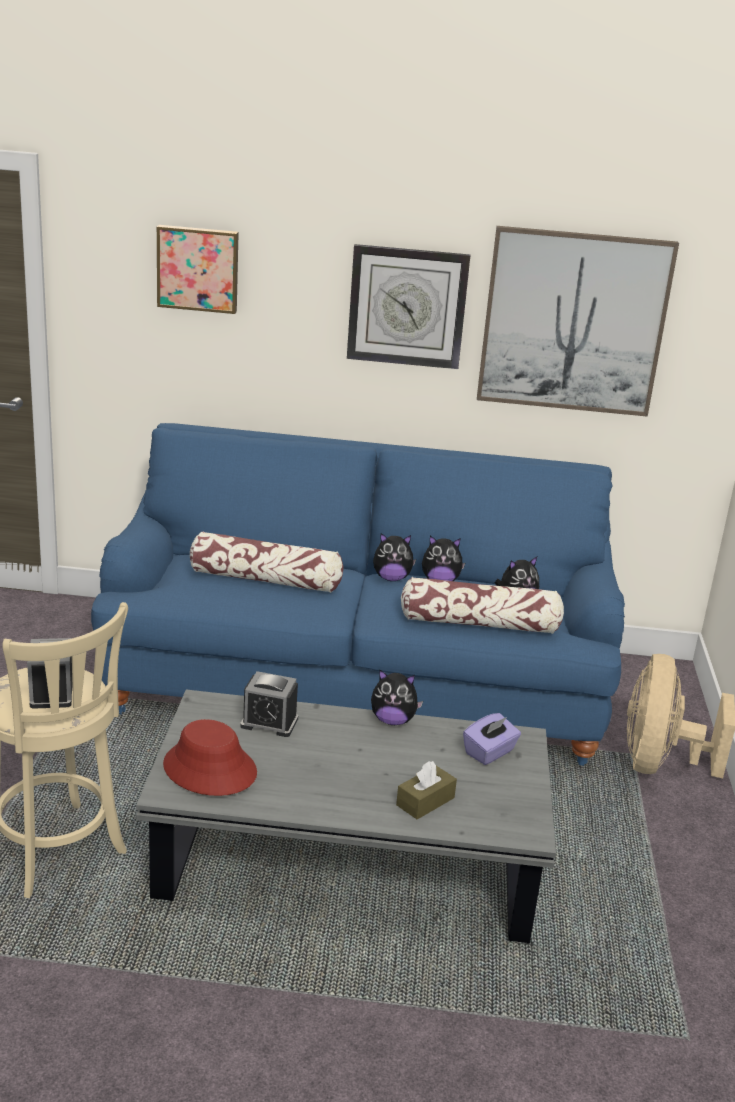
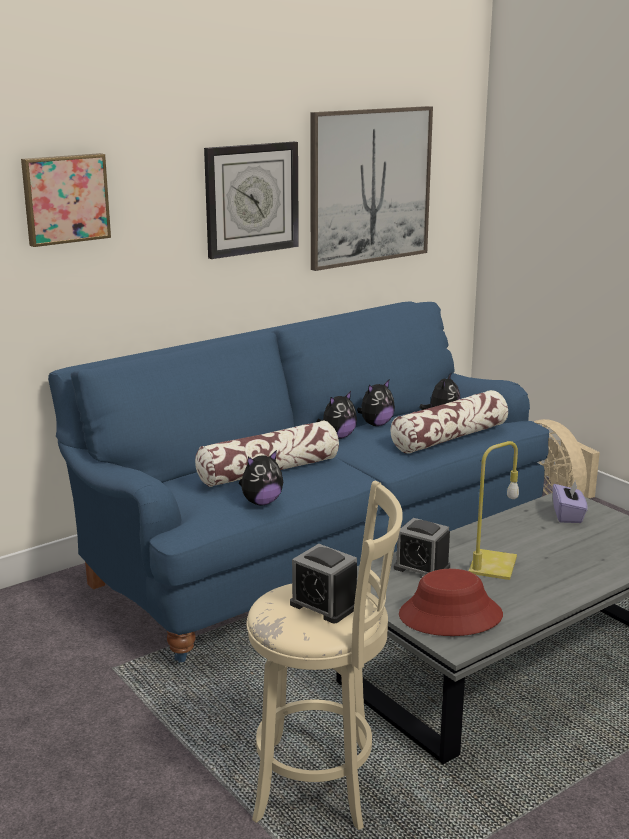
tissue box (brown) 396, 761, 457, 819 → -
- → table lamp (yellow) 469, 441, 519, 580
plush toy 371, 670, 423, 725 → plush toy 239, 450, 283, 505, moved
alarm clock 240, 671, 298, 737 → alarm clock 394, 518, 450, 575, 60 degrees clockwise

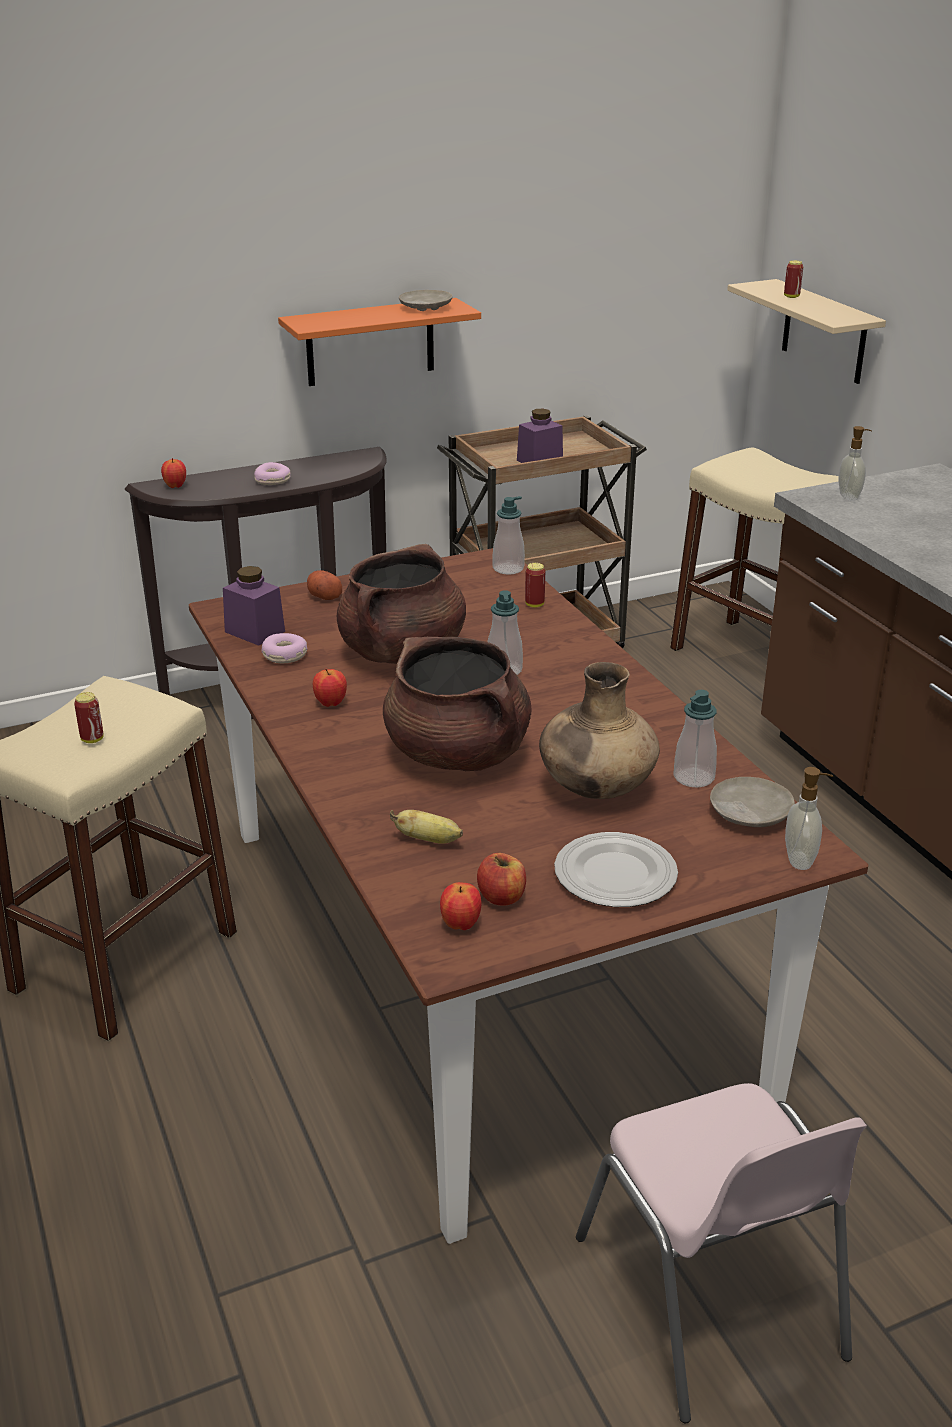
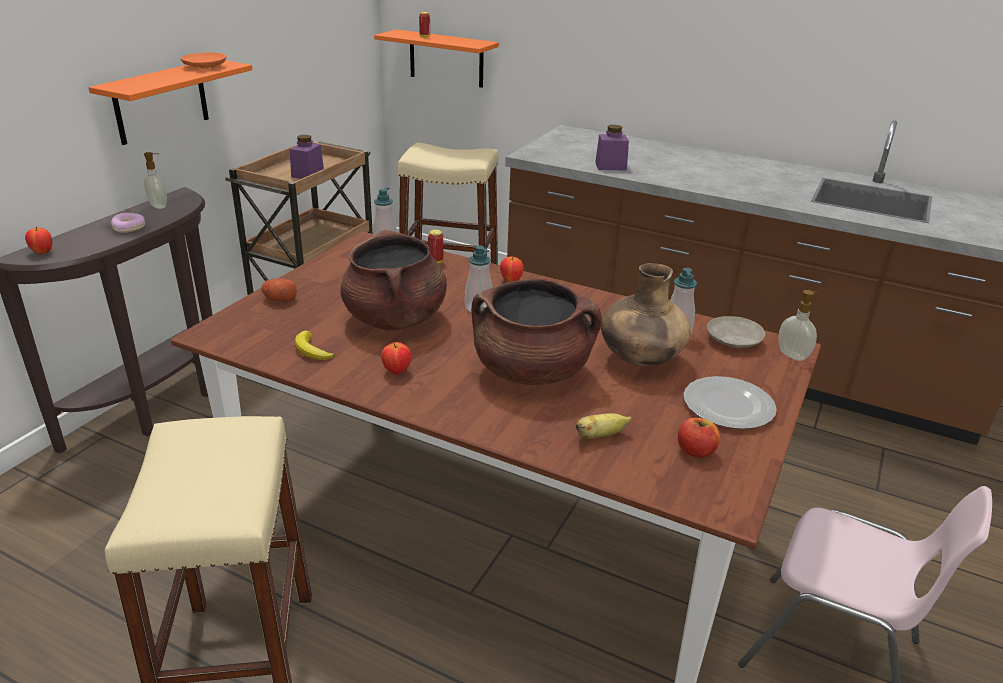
can 74, 692, 103, 743 → -
jar (purple) 223, 566, 285, 646 → jar (purple) 595, 125, 629, 171, moved
apple 440, 882, 481, 930 → apple 500, 256, 524, 282, moved
soap dispenser 838, 426, 872, 501 → soap dispenser 144, 152, 167, 209, moved
donut 262, 633, 307, 663 → banana 295, 331, 335, 360
plate (beige) 399, 290, 453, 311 → plate (orange) 181, 52, 227, 69
shelf (beige) 727, 279, 886, 384 → shelf (orange) 374, 29, 499, 88

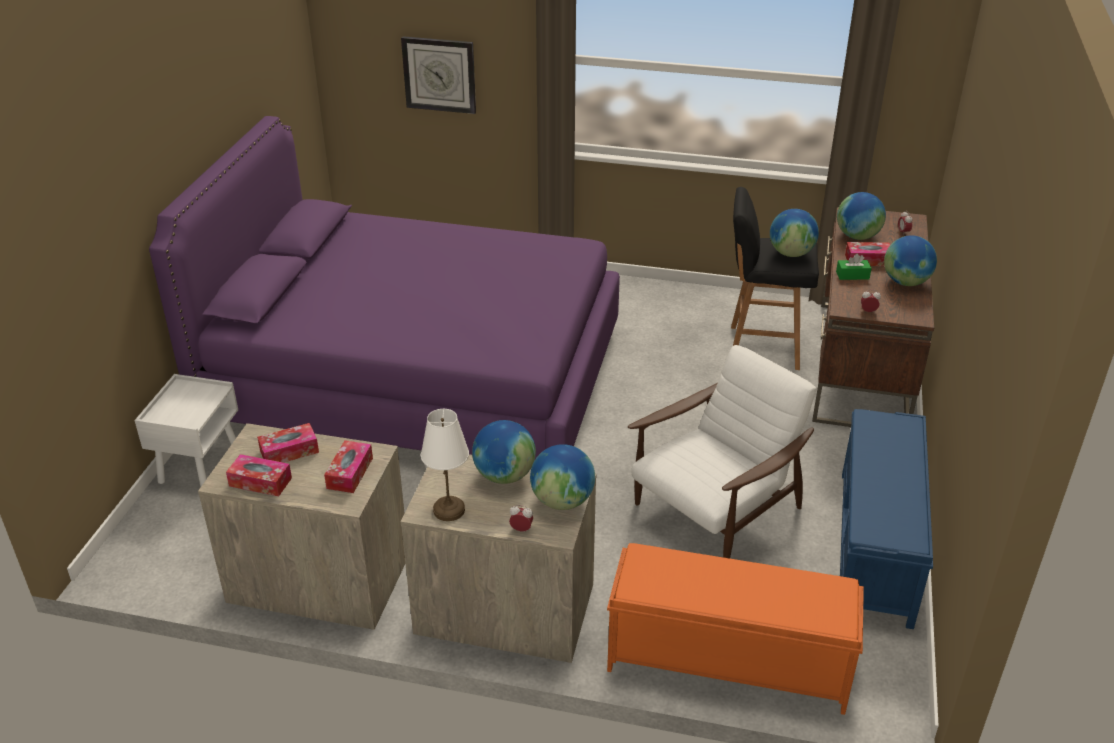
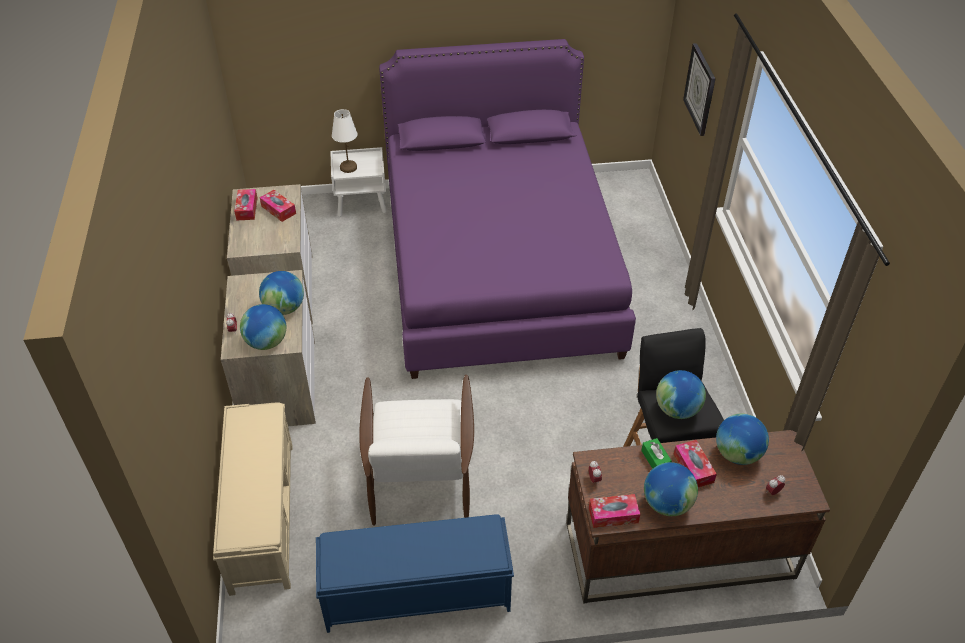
tissue box 324, 440, 373, 493 → tissue box 589, 494, 640, 528, moved
table lamp (white) 421, 409, 469, 521 → table lamp (white) 332, 109, 358, 173, moved
bench (orange) 607, 543, 864, 715 → bench (beige) 213, 402, 293, 596
armchair (white) 628, 345, 817, 558 → armchair (white) 359, 375, 474, 526, 60 degrees clockwise

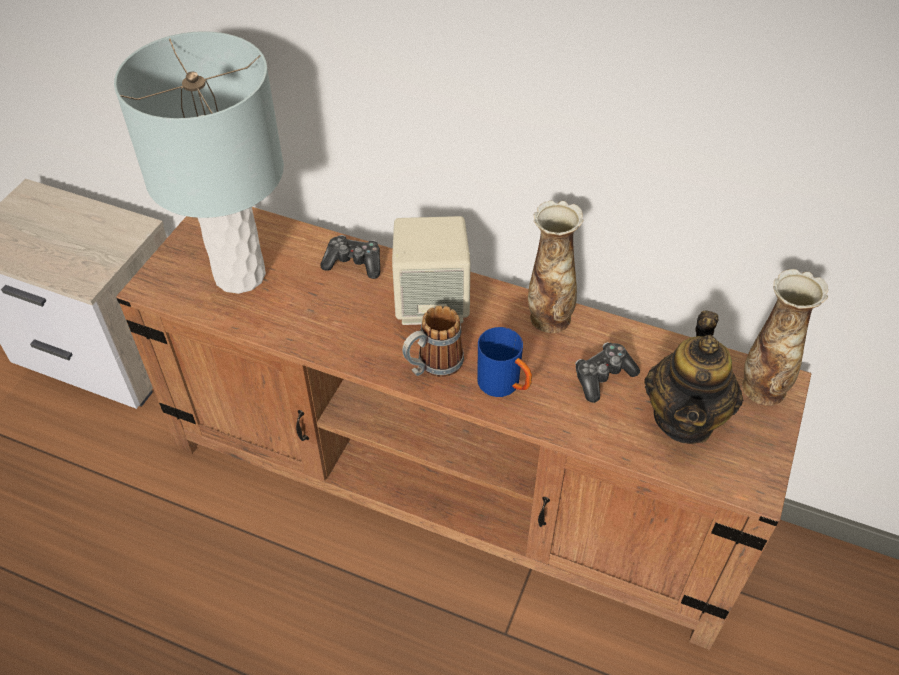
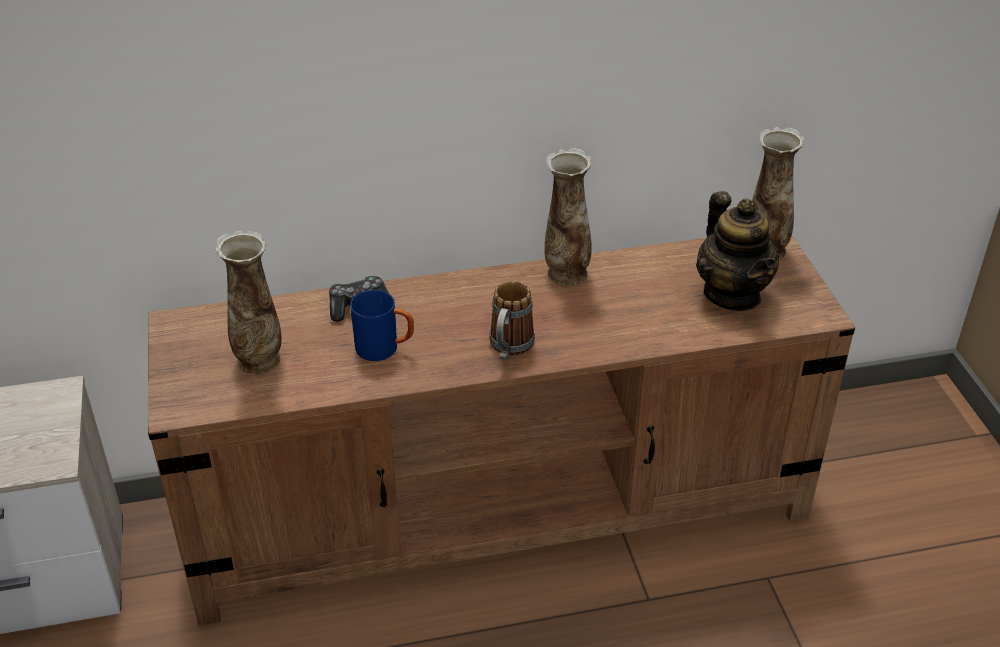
speaker (beige) 392, 216, 471, 325 → -
game controller 575, 342, 640, 403 → -
mug (blue) 477, 327, 532, 397 → mug (blue) 350, 290, 414, 361, moved
table lamp (grey) 114, 31, 284, 294 → vase 215, 231, 282, 375

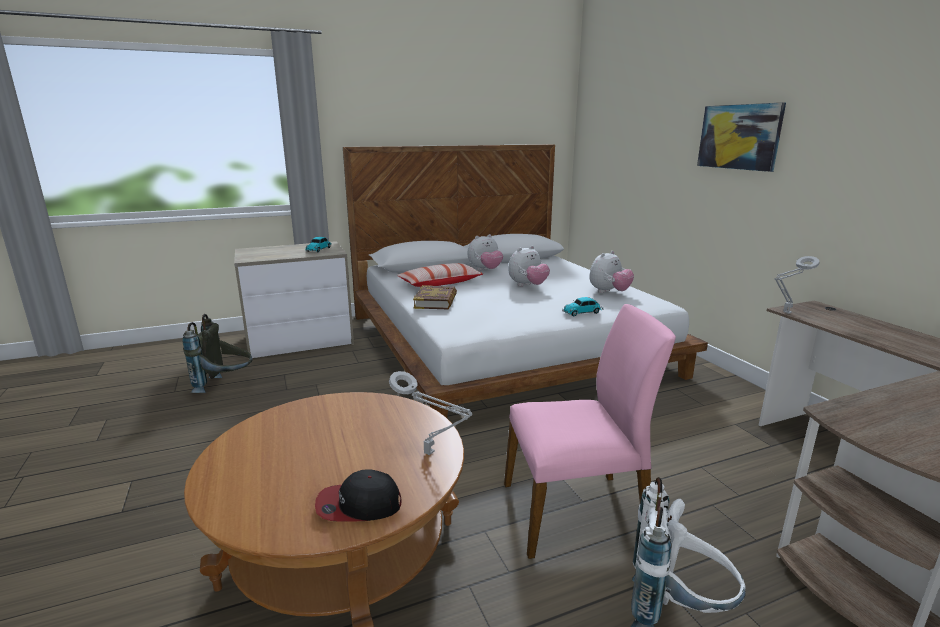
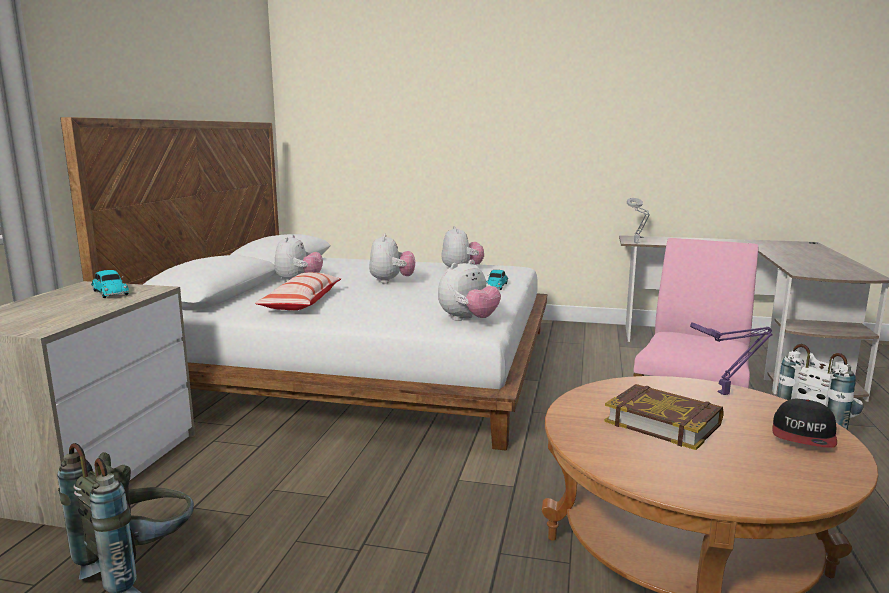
picture 697, 102, 786, 172 → -
- → plush toy 438, 260, 501, 321
book 413, 285, 457, 309 → book 604, 384, 724, 450, moved
table lamp (grey) 389, 371, 472, 455 → table lamp (purple) 690, 322, 772, 395

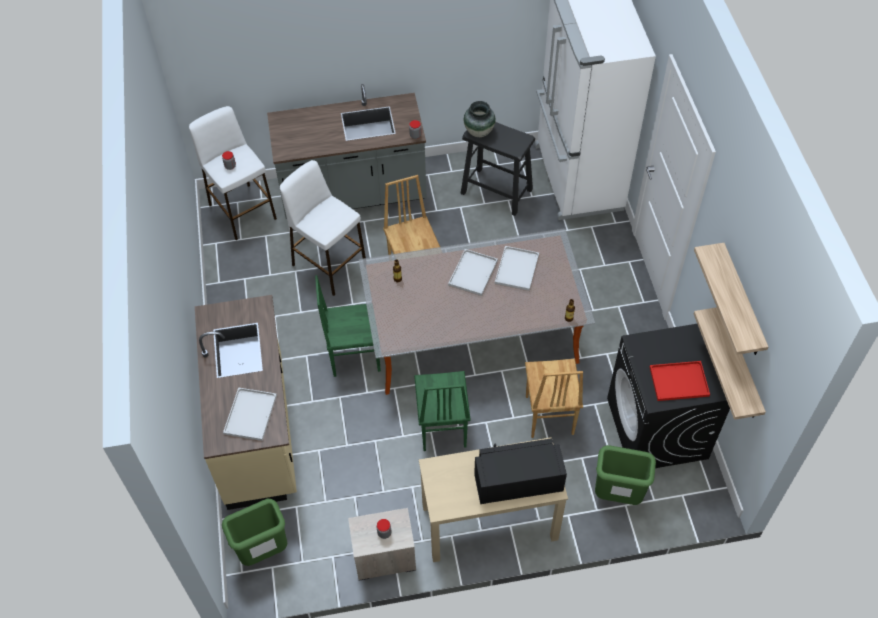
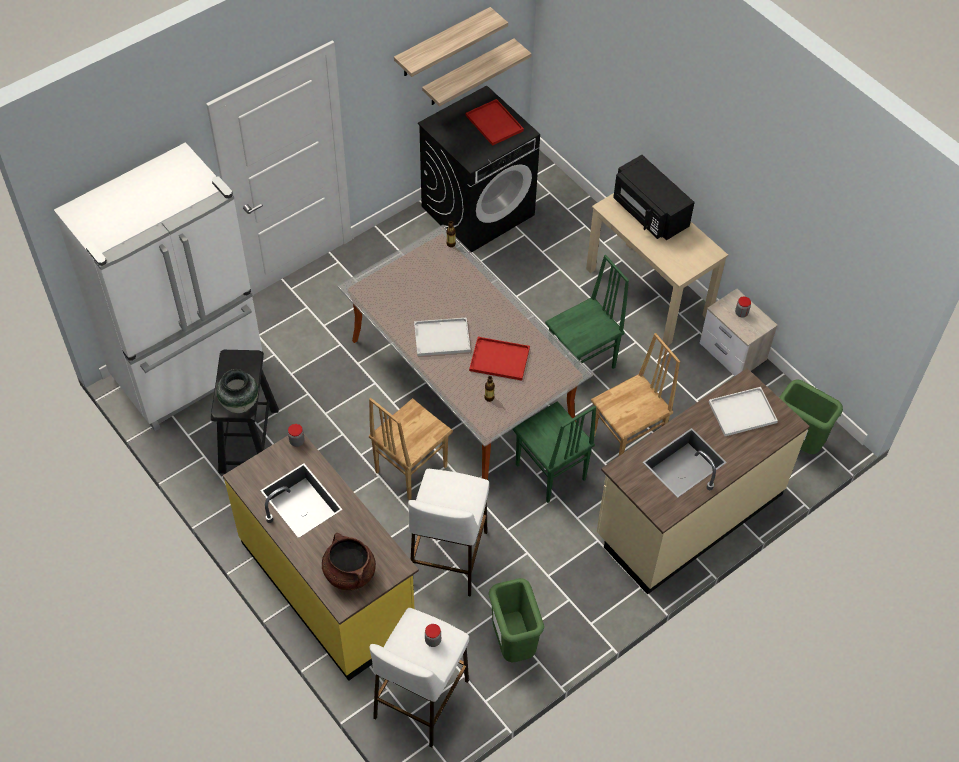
tray (white) 495, 246, 539, 291 → -
- → cooking pot (brown) 322, 533, 376, 590
- → tray (red) 469, 337, 530, 381
chair (brown) 525, 359, 583, 438 → chair (brown) 591, 333, 680, 456, moved
trash can (green) 595, 445, 656, 505 → trash can (green) 489, 578, 544, 662, moved
counter (grey) 267, 84, 427, 218 → counter (yellow) 223, 434, 419, 681

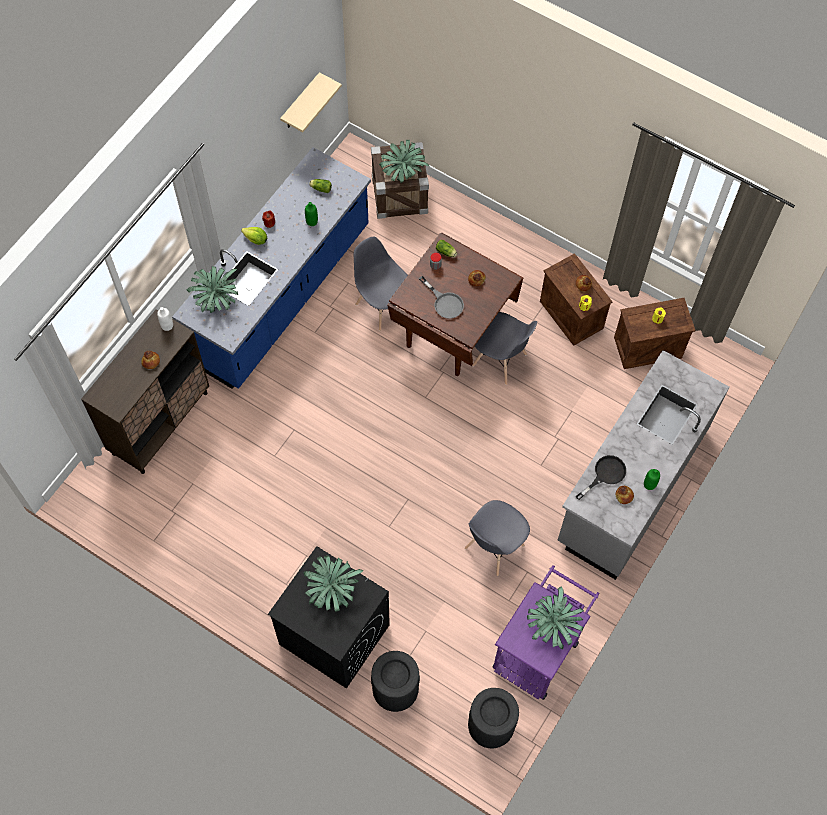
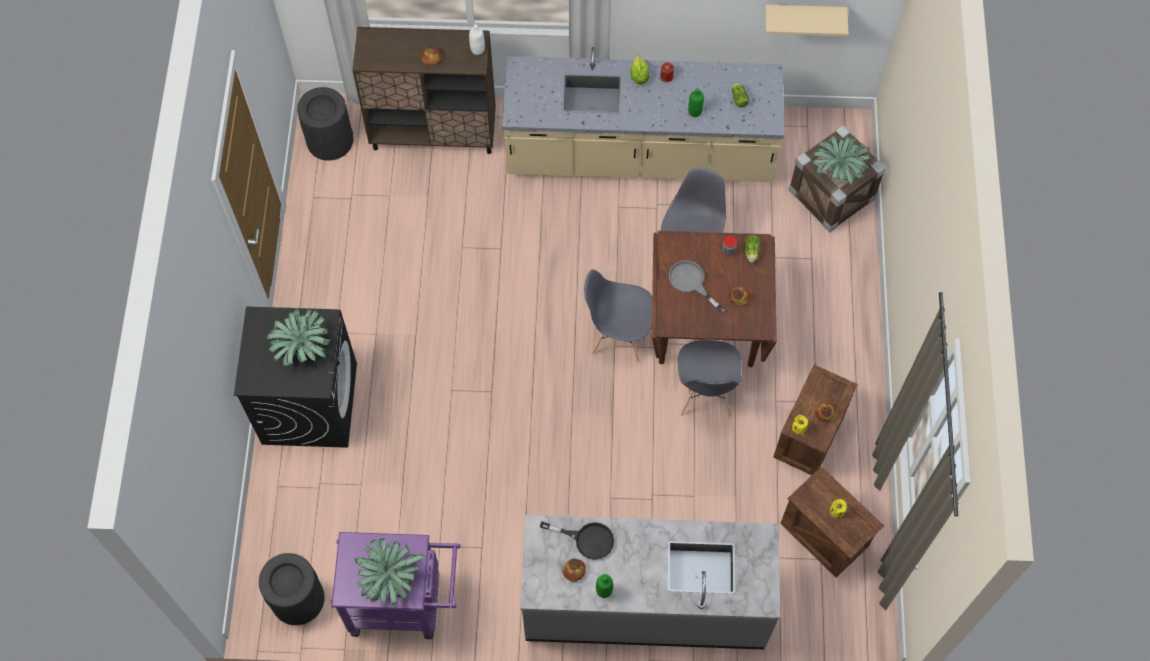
potted plant 187, 266, 238, 313 → -
trash can (black) 371, 651, 420, 712 → trash can (black) 297, 87, 353, 160, moved
chair (grey) 465, 500, 530, 576 → chair (grey) 584, 269, 652, 362, moved
counter (blue) 172, 147, 371, 389 → counter (beige) 502, 47, 784, 182
frying pan (grey) 419, 276, 464, 319 → frying pan (grey) 669, 260, 725, 313, 120 degrees clockwise

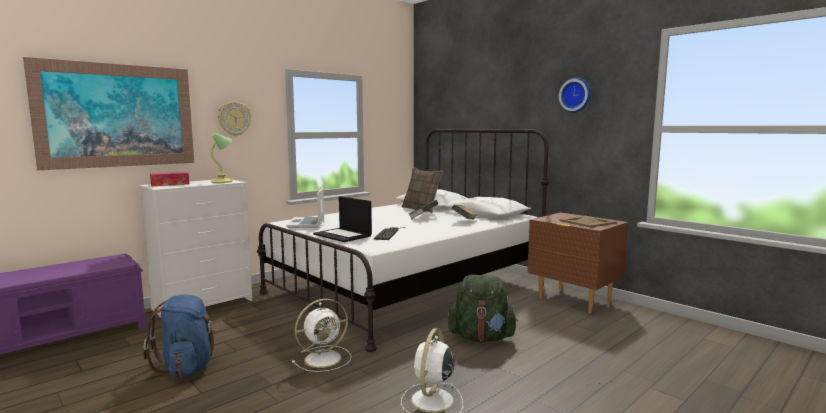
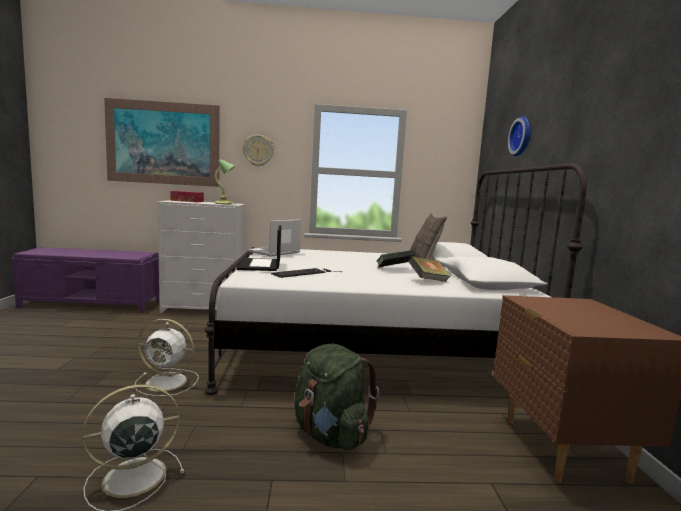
backpack (blue) 143, 295, 219, 377 → -
tray (beige) 559, 216, 617, 228 → -
wall clock 559, 77, 591, 113 → wall clock 508, 116, 531, 156, moved

